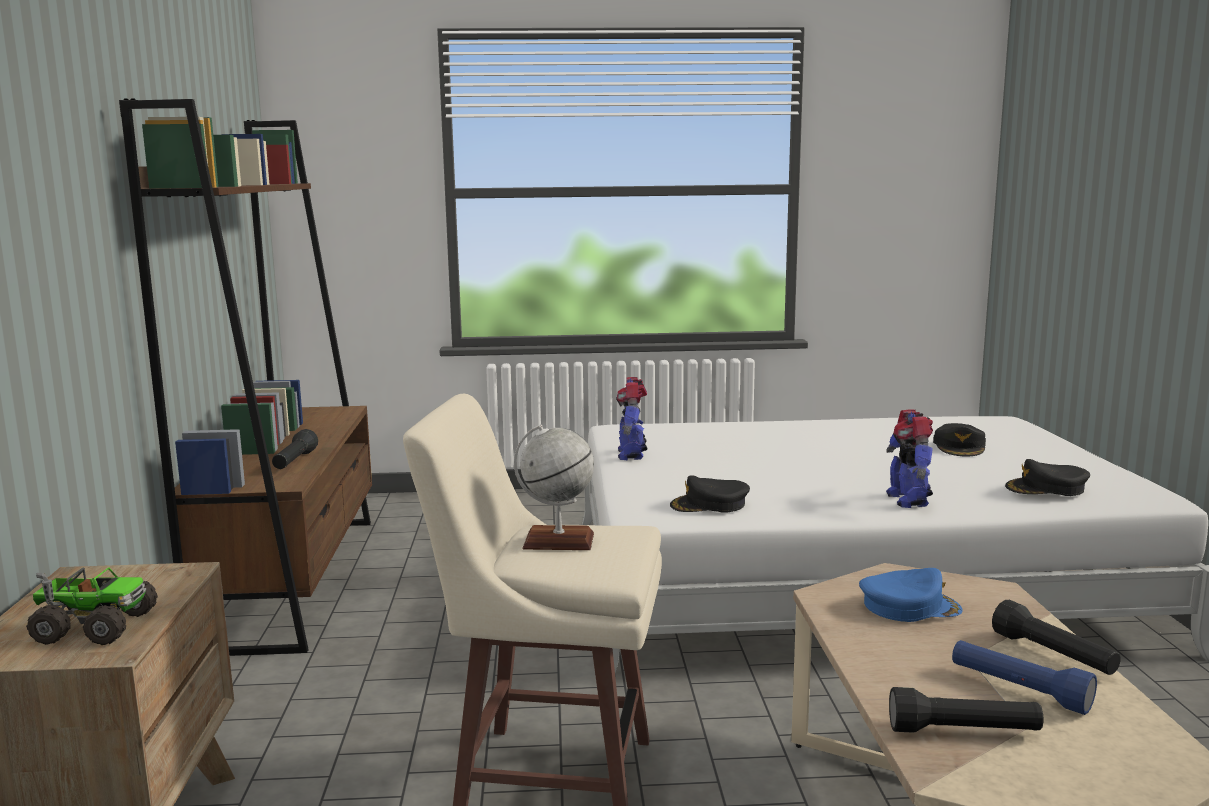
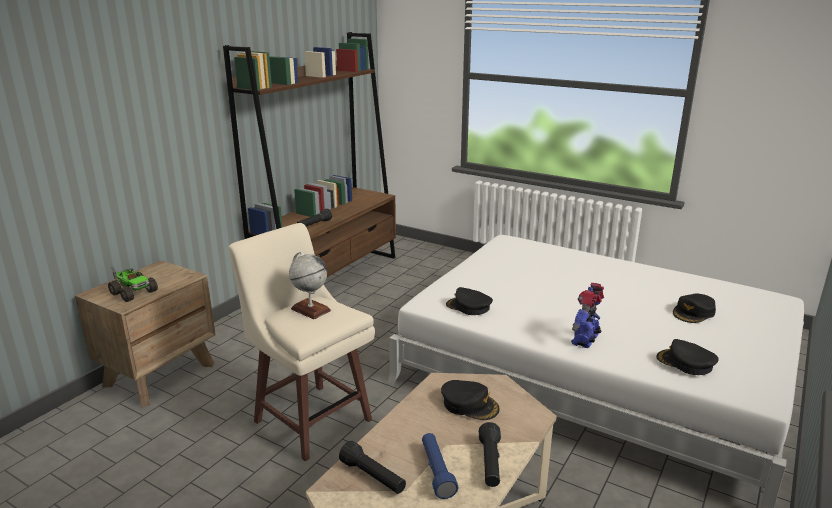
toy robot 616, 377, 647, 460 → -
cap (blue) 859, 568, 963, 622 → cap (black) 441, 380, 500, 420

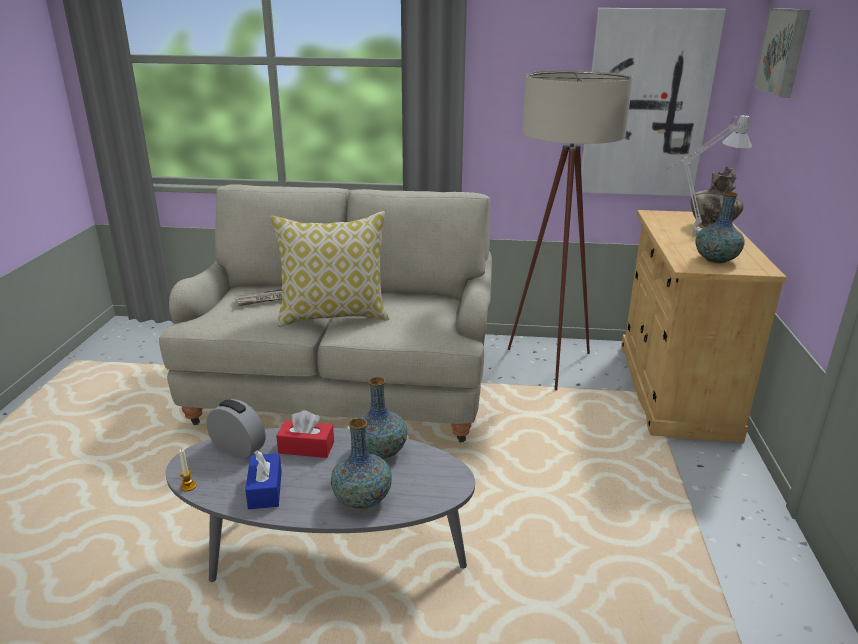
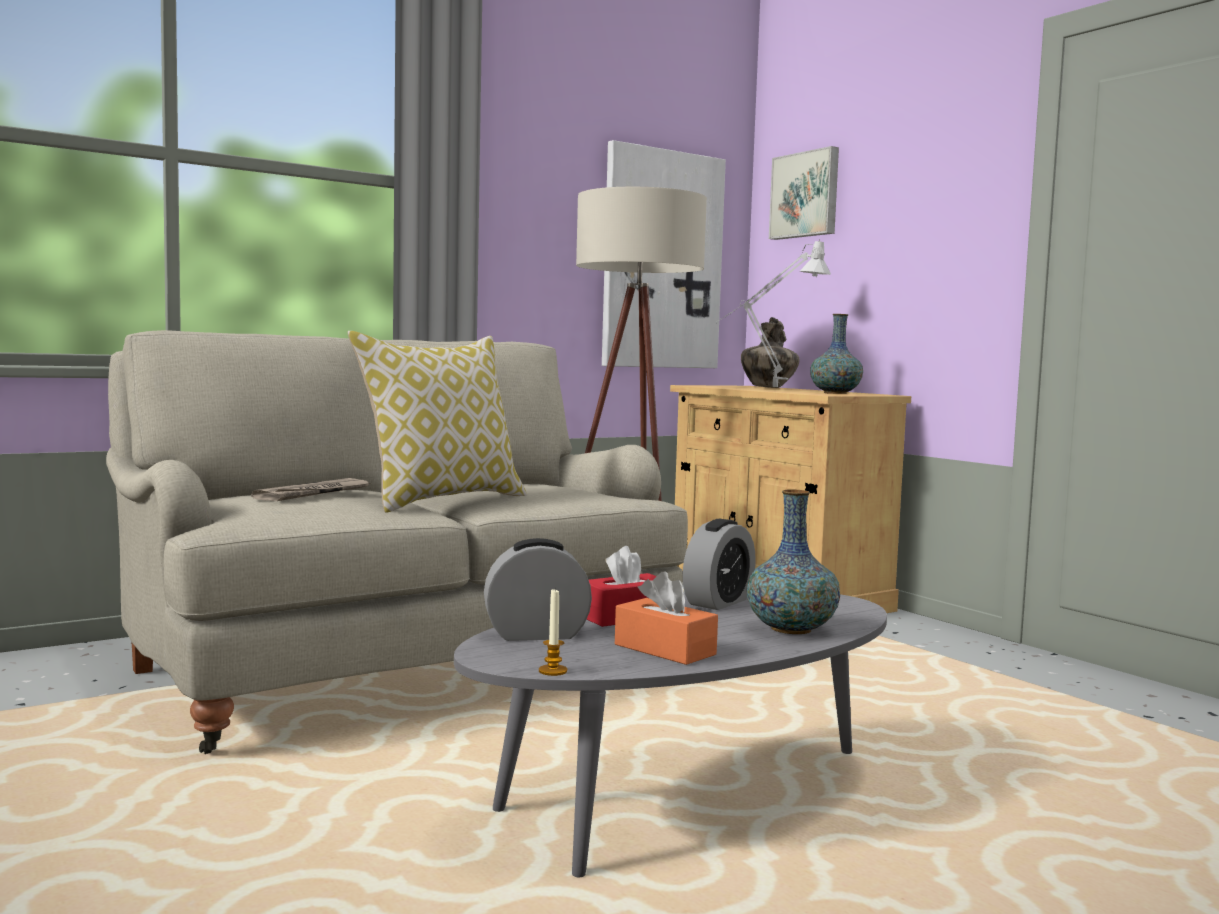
vase 360, 377, 407, 459 → alarm clock 683, 519, 756, 610
tissue box (blue) 245, 451, 282, 509 → tissue box (orange) 615, 571, 718, 665

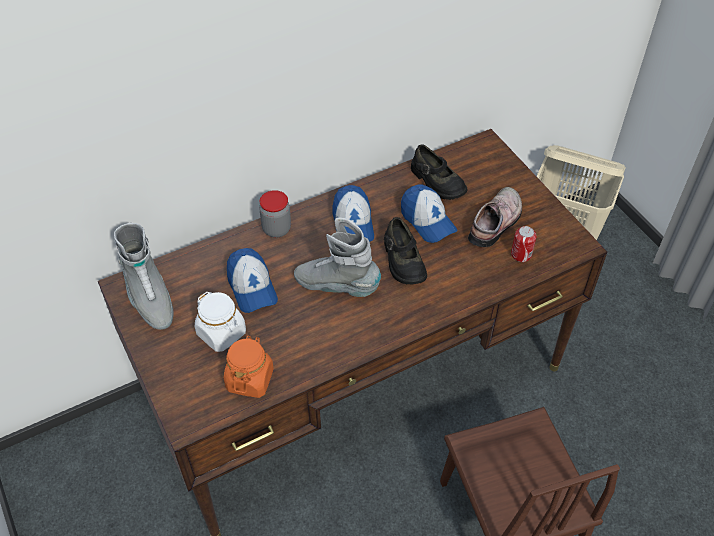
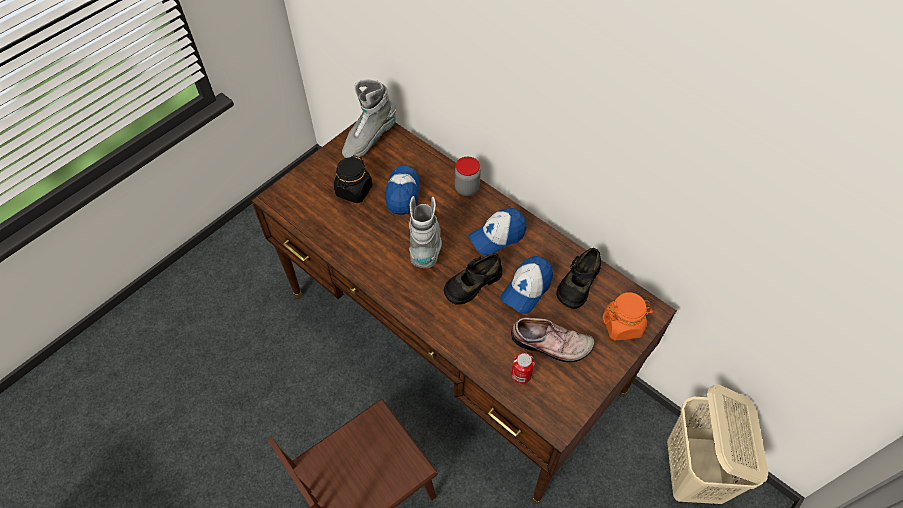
jar (orange) 224, 336, 274, 398 → jar (orange) 603, 292, 653, 340, moved
jar (white) 195, 292, 246, 352 → jar (black) 334, 155, 373, 203
cap 227, 248, 278, 313 → cap 385, 166, 420, 215, 135 degrees clockwise

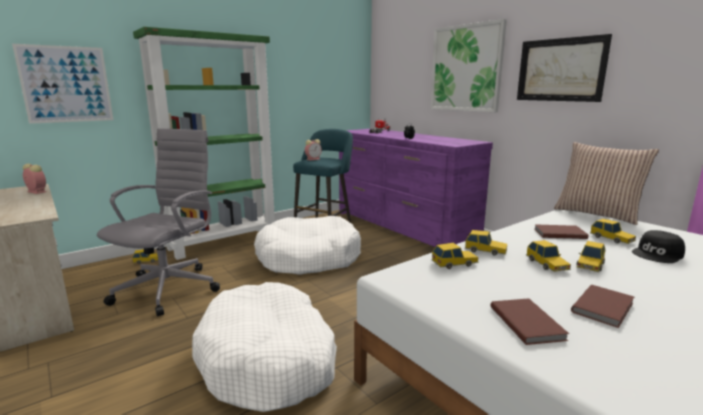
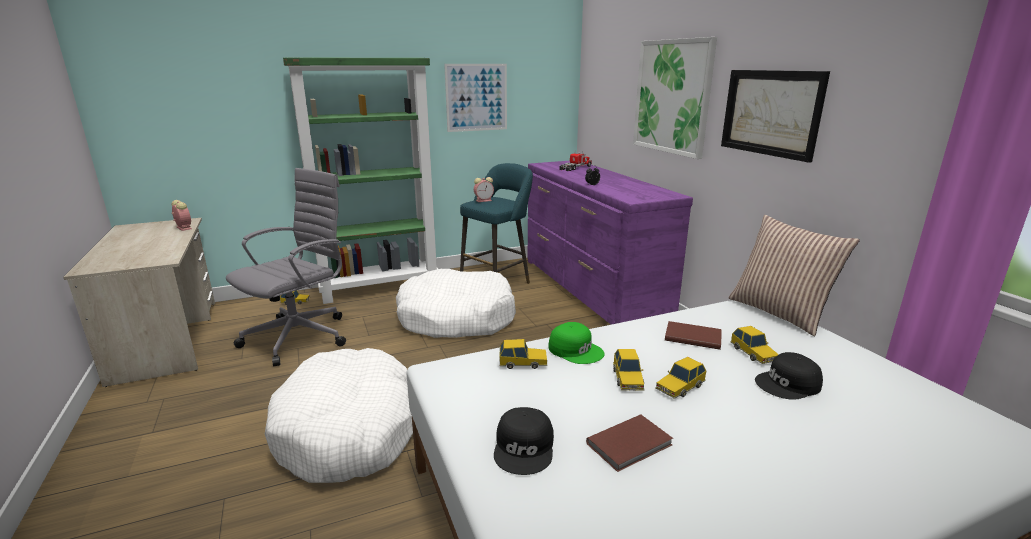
picture 12, 44, 113, 124 → picture 444, 64, 507, 132, moved
toy car 465, 230, 507, 256 → cap (green) 548, 322, 605, 364
book (brown) 490, 298, 569, 345 → cap (black) 494, 407, 554, 475

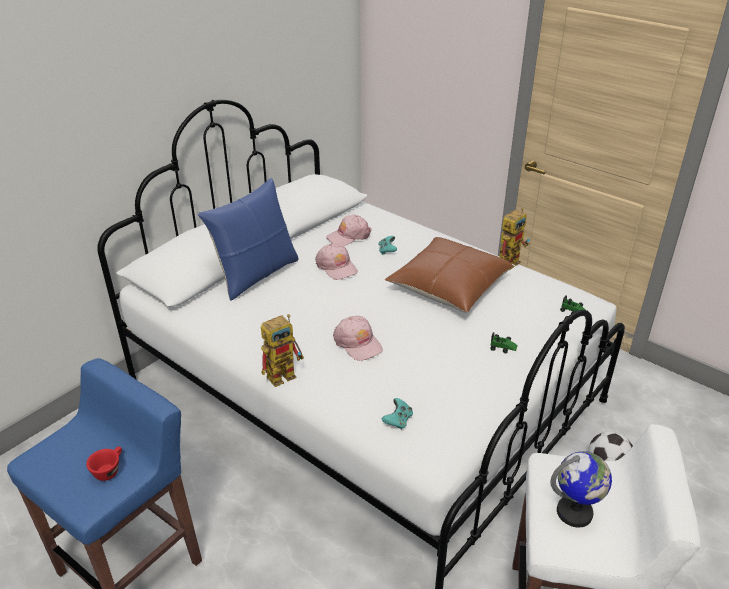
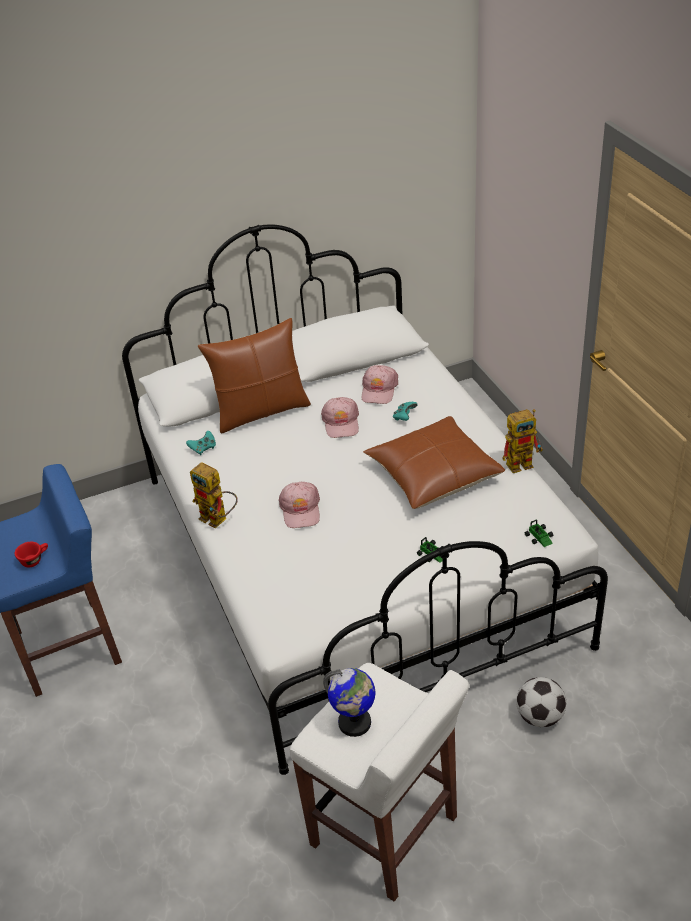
game controller (turquoise) 382, 398, 413, 430 → game controller (turquoise) 186, 431, 216, 455, moved
pillow (blue) 198, 178, 298, 300 → pillow (brown) 198, 318, 311, 434
toy robot 261, 314, 304, 387 → toy robot 190, 462, 238, 529, 45 degrees clockwise
cap (pink) 326, 215, 371, 246 → cap (pink) 362, 365, 398, 404, 75 degrees counterclockwise

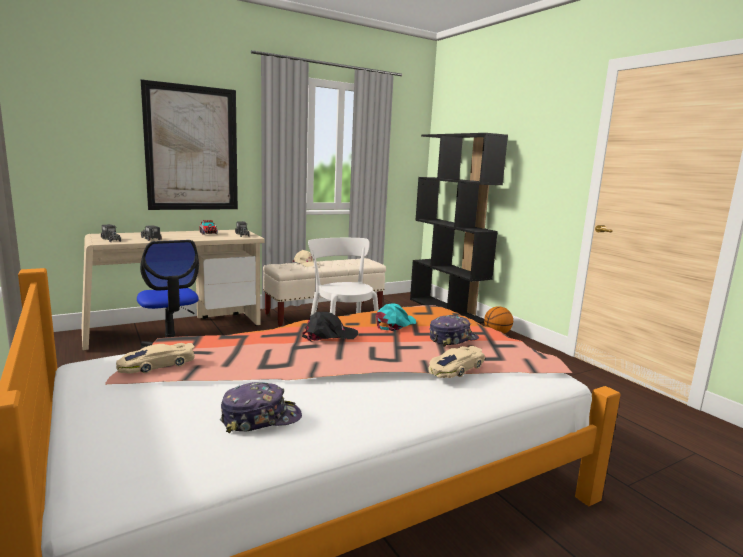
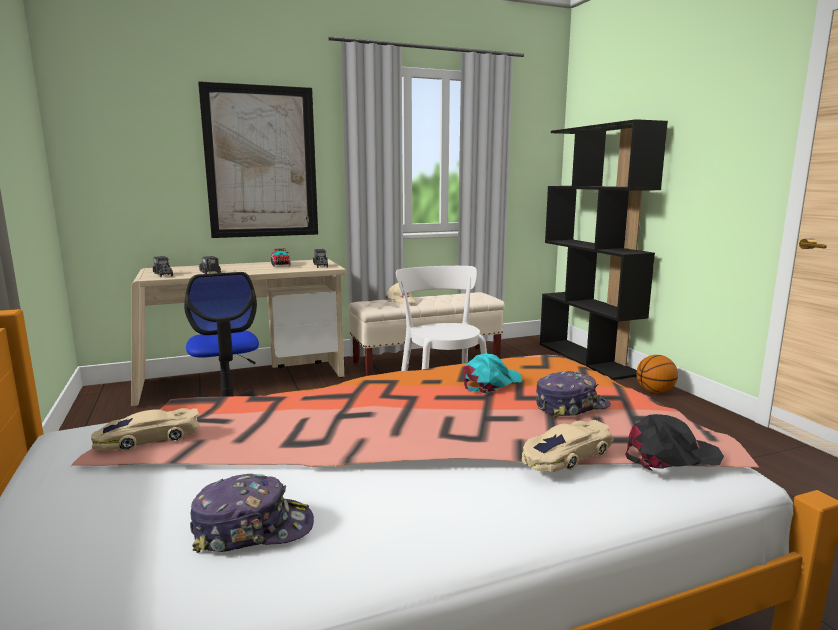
cap (black) 302, 312, 358, 341 → cap (black) 625, 414, 724, 471, moved

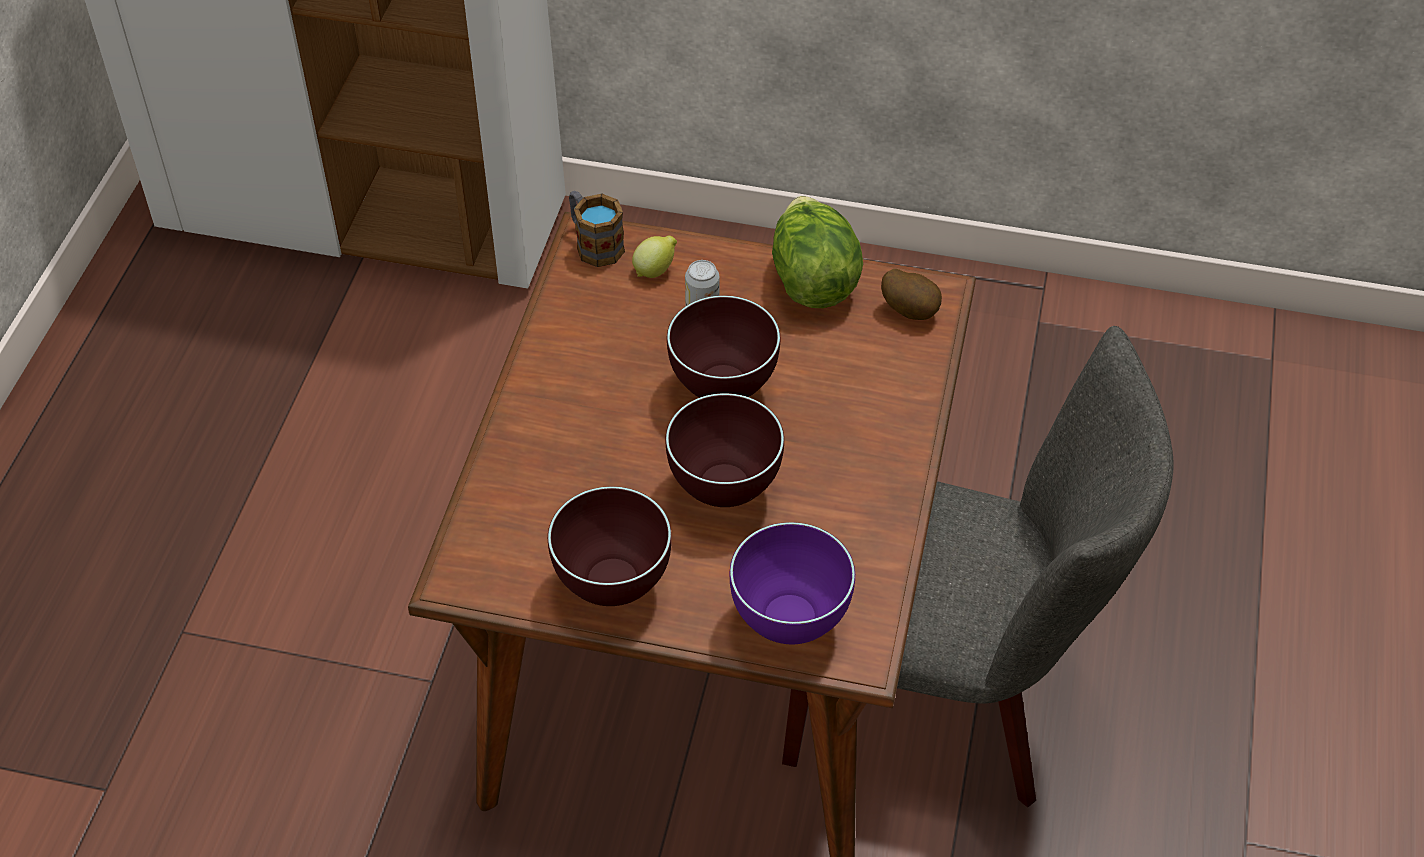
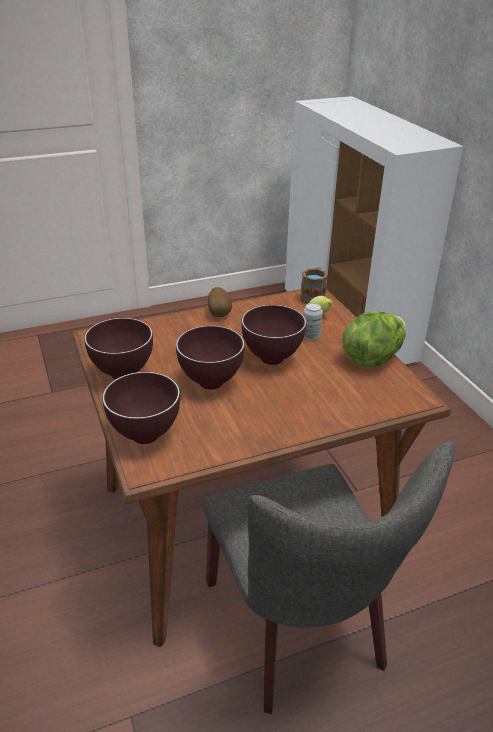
potato 881, 269, 942, 320 → potato 208, 287, 232, 317, moved
bowl (purple) 729, 522, 855, 644 → bowl (brown) 102, 372, 180, 444

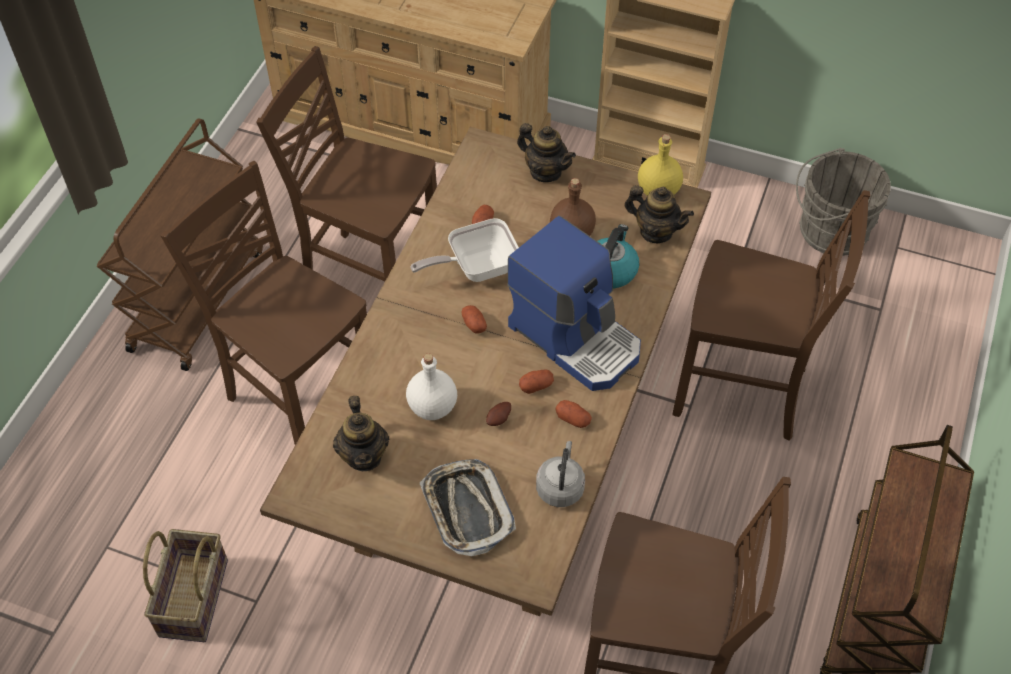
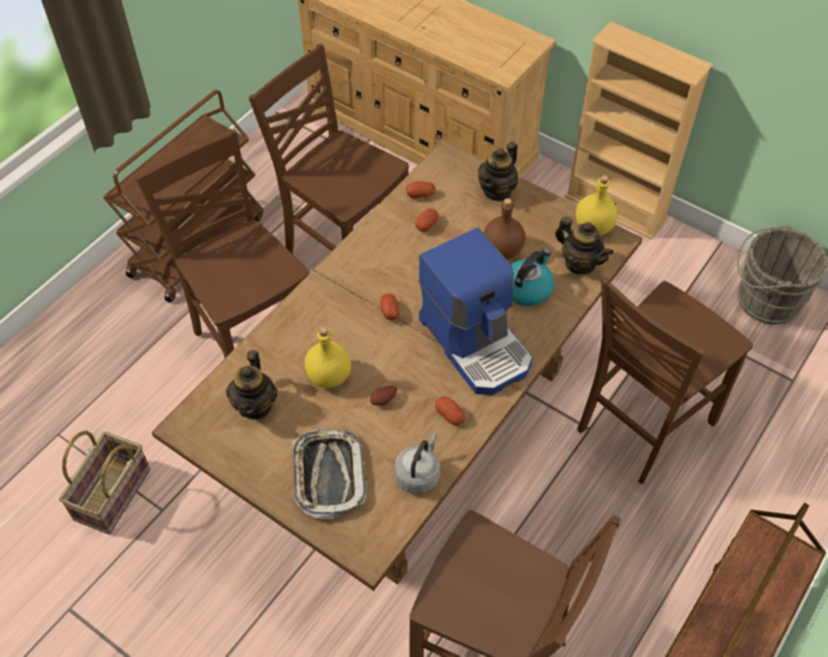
frying pan 410, 218, 519, 282 → -
potato 519, 369, 554, 394 → potato 406, 181, 436, 199, moved
bottle (white) 406, 353, 457, 420 → bottle (yellow) 305, 326, 351, 388
teapot 517, 123, 576, 182 → teapot 478, 142, 518, 202, 75 degrees clockwise
chair (brown) 672, 190, 870, 441 → chair (brown) 577, 277, 753, 484, 105 degrees clockwise

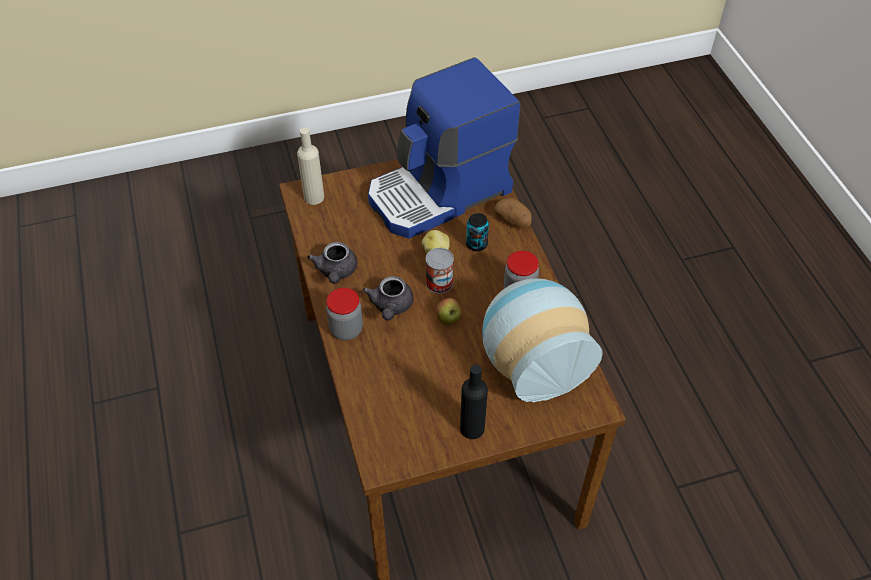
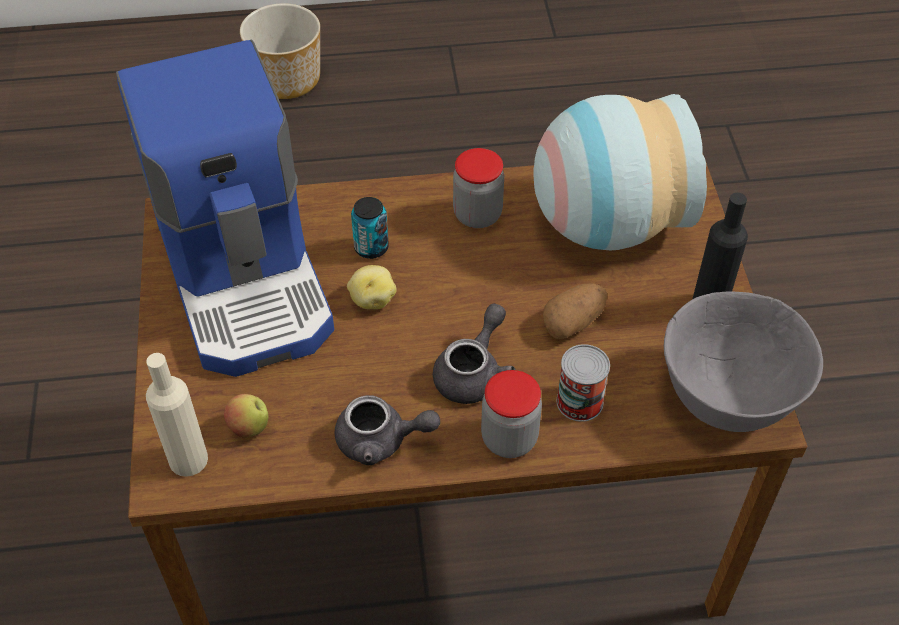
- → planter 240, 3, 320, 99
- → bowl (grey) 664, 292, 823, 432
can 426, 248, 454, 294 → can 557, 344, 610, 422, moved
apple 436, 298, 462, 325 → apple 224, 394, 268, 438, moved
potato 494, 198, 532, 229 → potato 543, 283, 607, 339, moved
teapot (grey) 363, 276, 413, 321 → teapot (grey) 433, 304, 515, 404, 75 degrees counterclockwise

